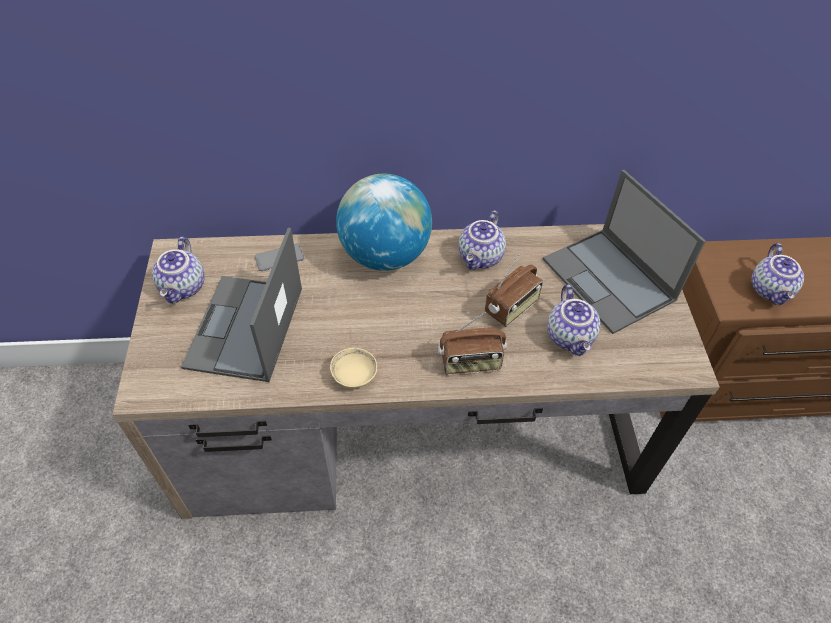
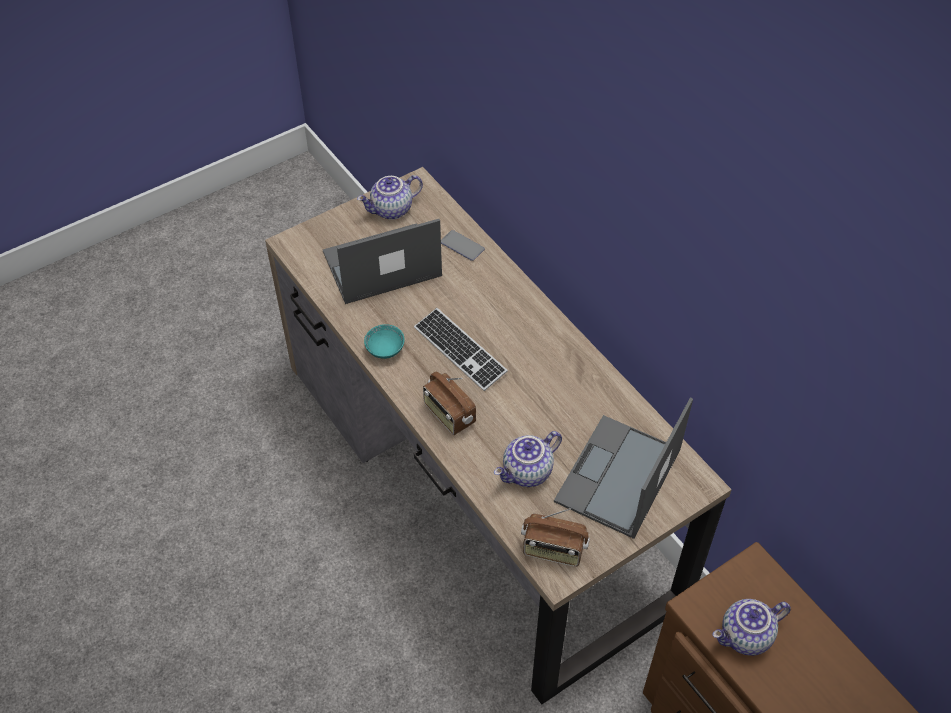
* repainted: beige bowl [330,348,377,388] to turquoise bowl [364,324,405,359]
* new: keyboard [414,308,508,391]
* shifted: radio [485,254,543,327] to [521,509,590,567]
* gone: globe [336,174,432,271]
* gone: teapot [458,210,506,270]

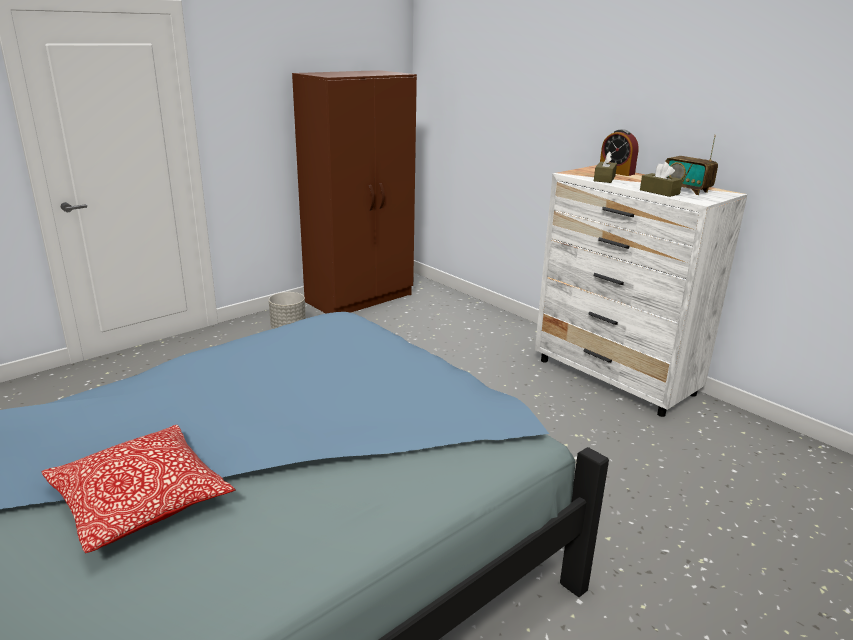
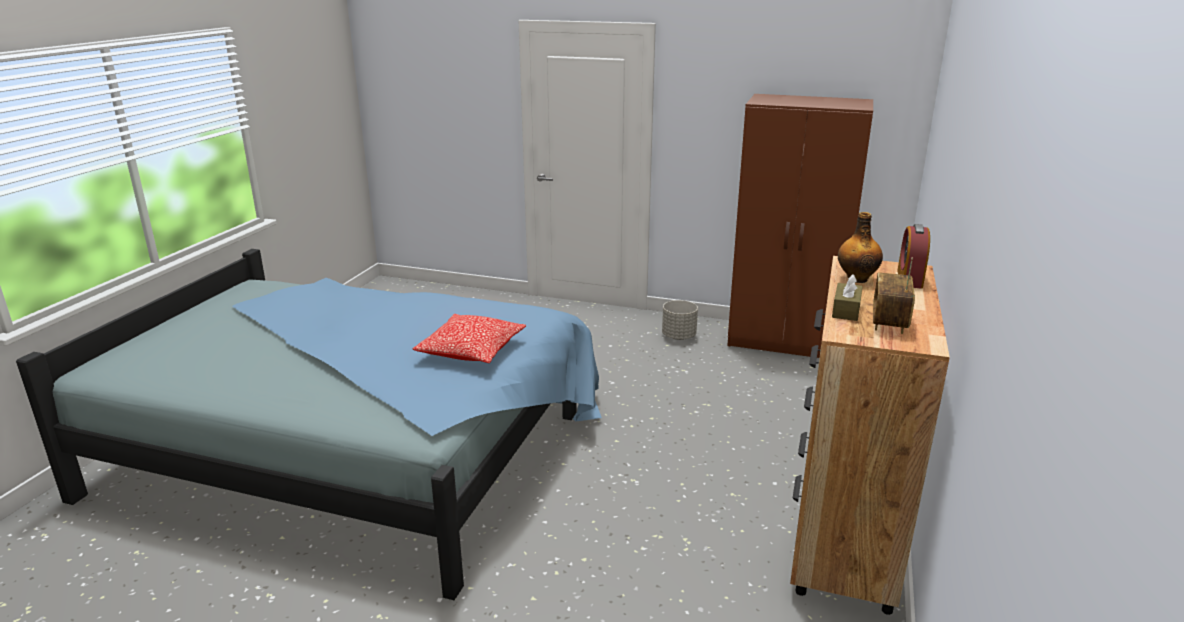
* shifted: pillow [41,425,236,553] to [412,314,526,363]
* repainted: white dresser [535,165,747,417] to brown dresser [790,256,950,615]
* swapped: brown tissue box [594,151,617,183] to bottle [838,212,883,283]

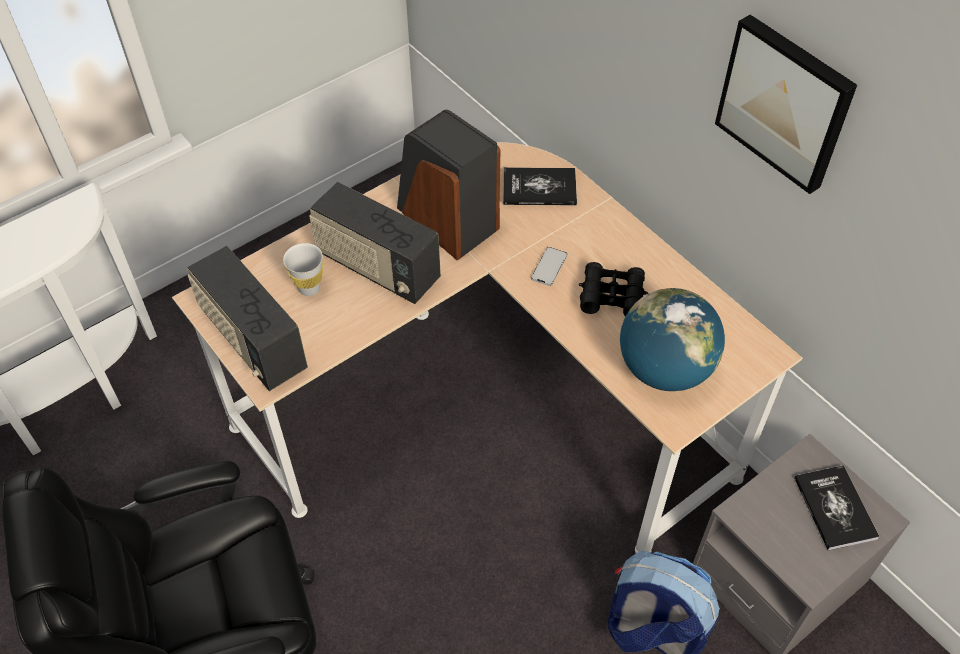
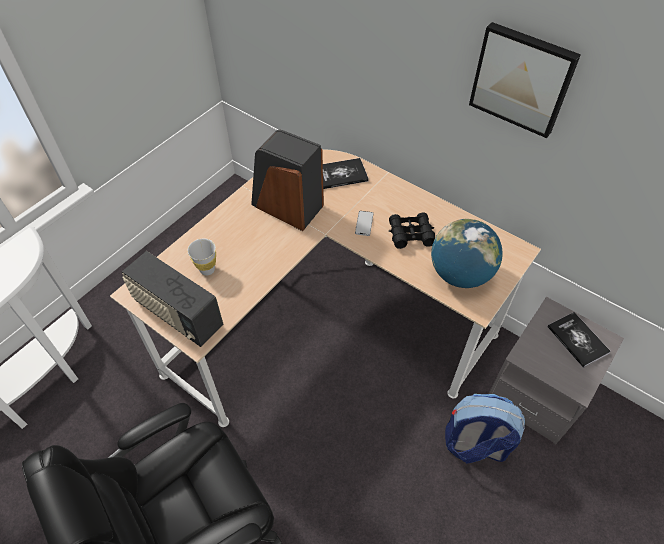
* gone: radio [309,182,441,304]

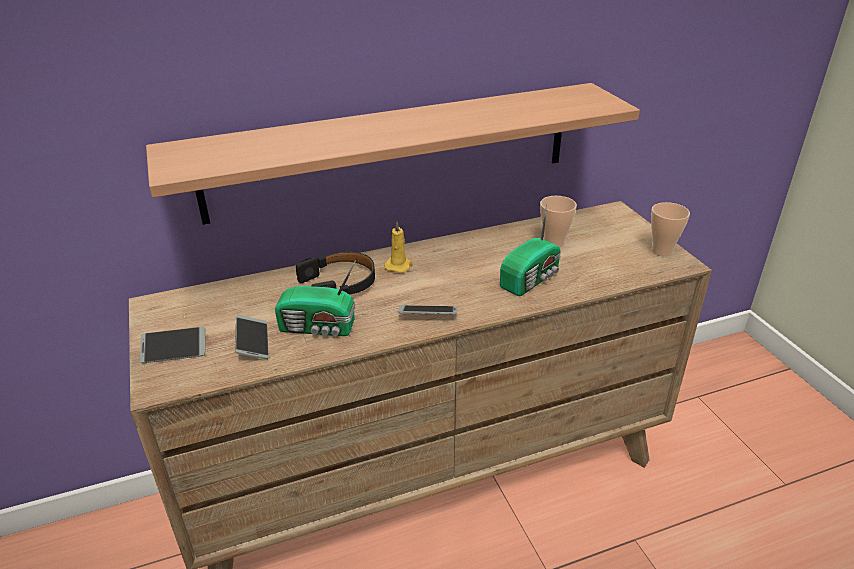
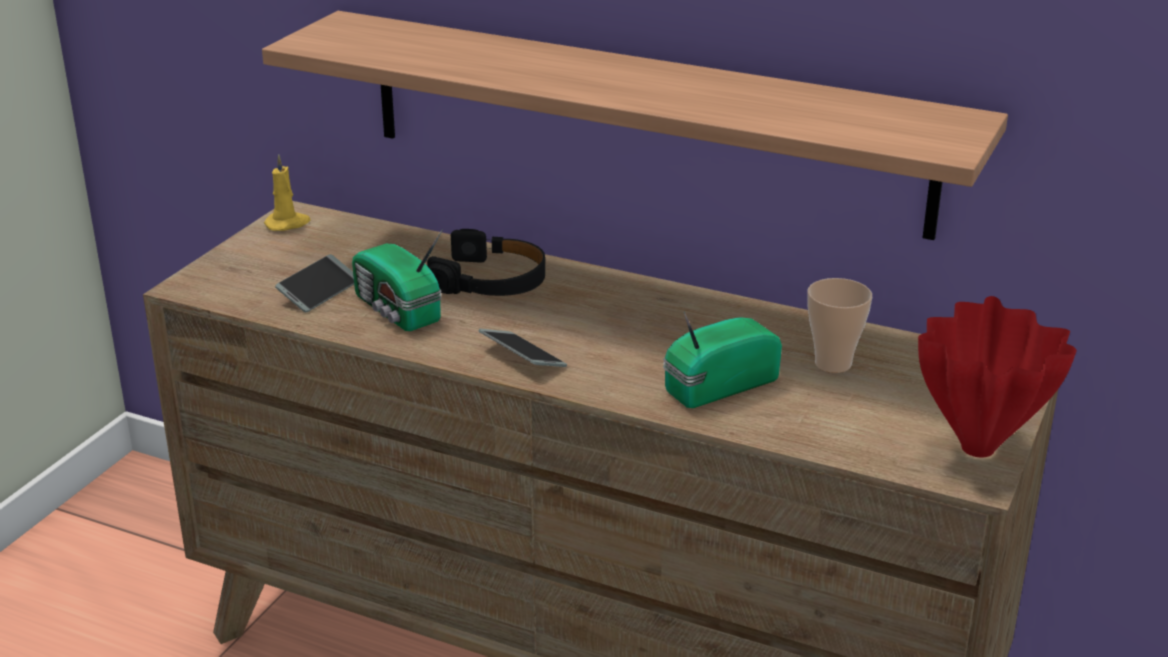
* shifted: yellow candle [384,221,412,273] to [264,155,311,231]
* rotated: radio [500,203,561,296] = [663,312,782,408] 150 degrees clockwise
* swapped: cup [651,202,690,257] to red vase [918,296,1077,458]
* gone: phone [140,327,205,363]

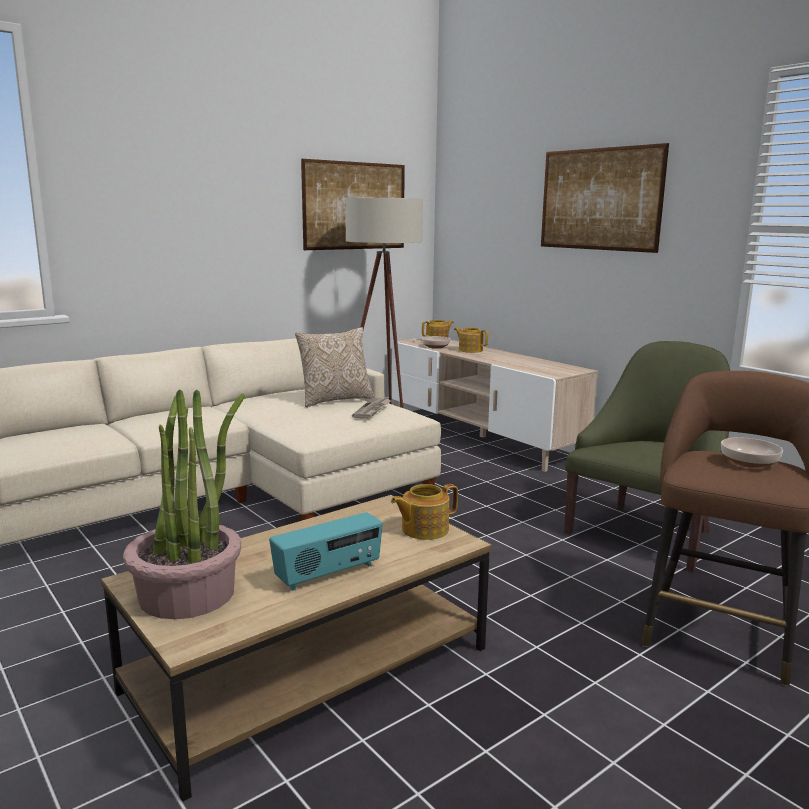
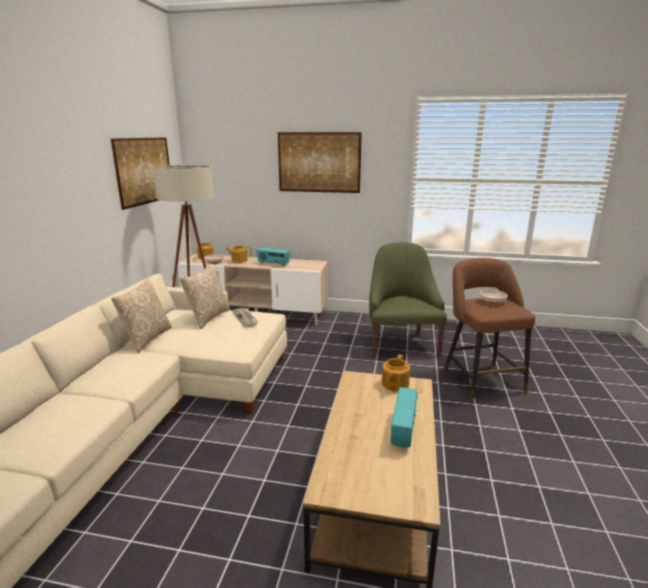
* new: pillow [111,279,172,353]
* new: radio [256,247,290,267]
* gone: potted plant [123,389,245,619]

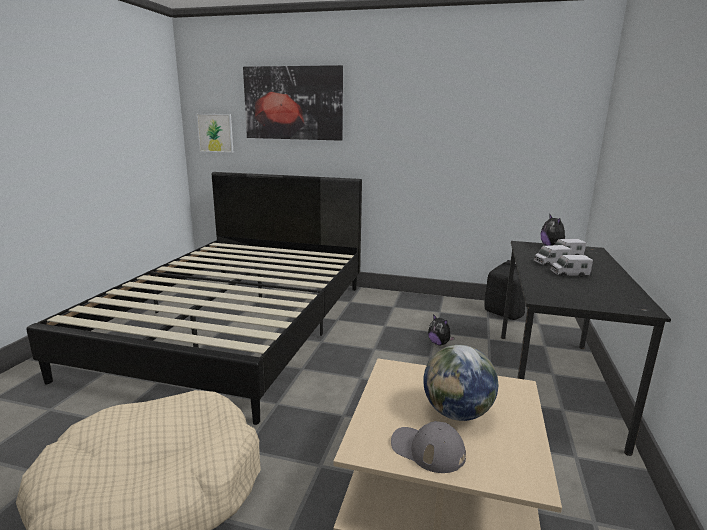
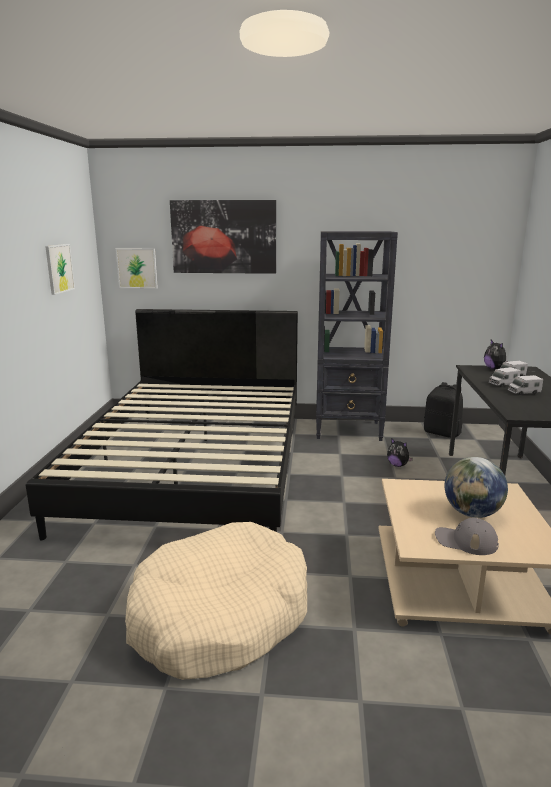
* new: picture [45,244,75,295]
* new: black bookcase [316,231,398,441]

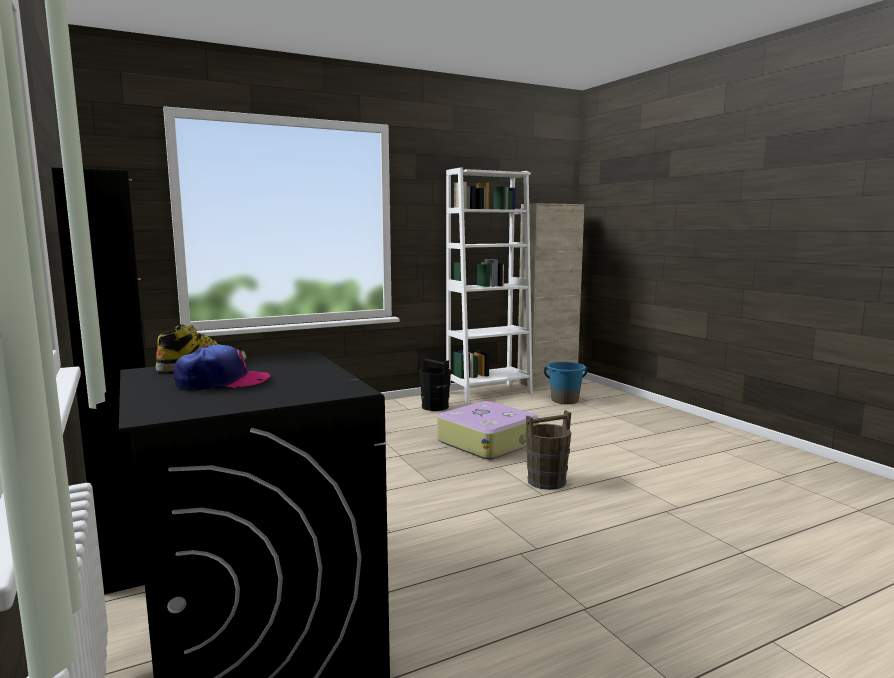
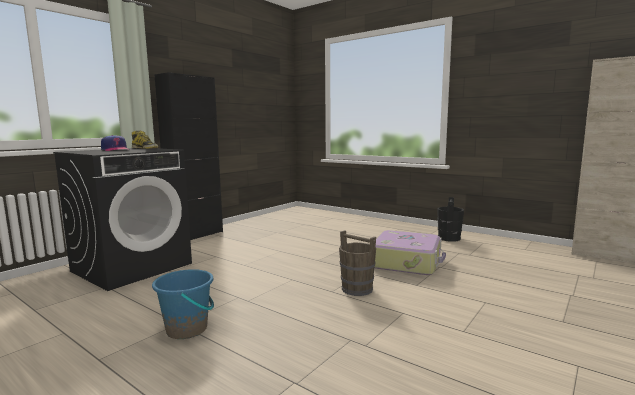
* shifted: blue bucket [544,362,588,404] to [152,269,214,339]
* gone: white bookcase [446,168,532,403]

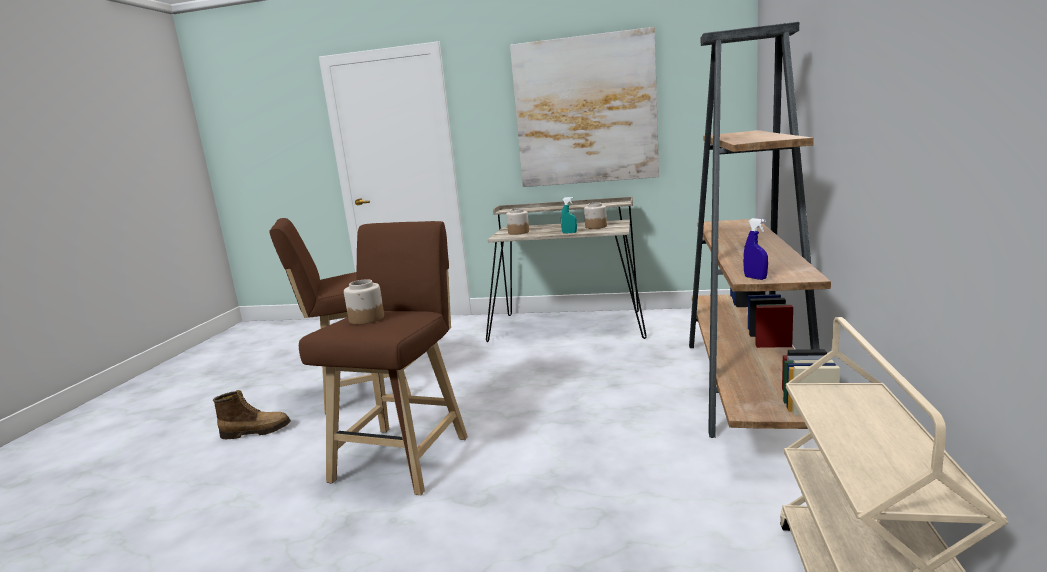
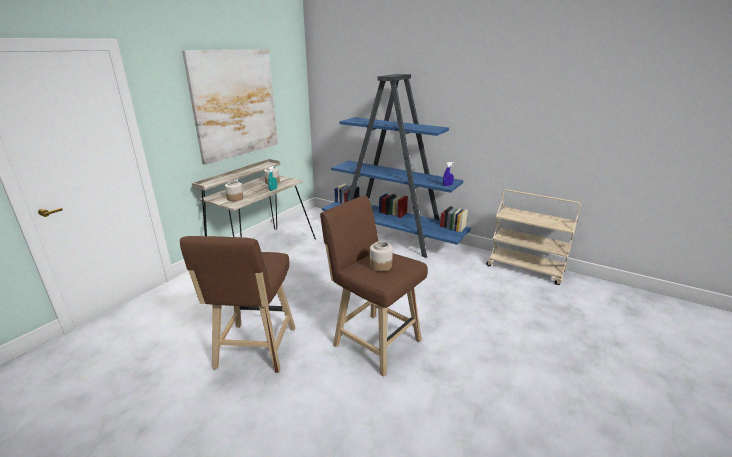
* repainted: brown bookcase [689,22,840,438] to blue bookcase [322,74,471,258]
* gone: boot [213,390,291,439]

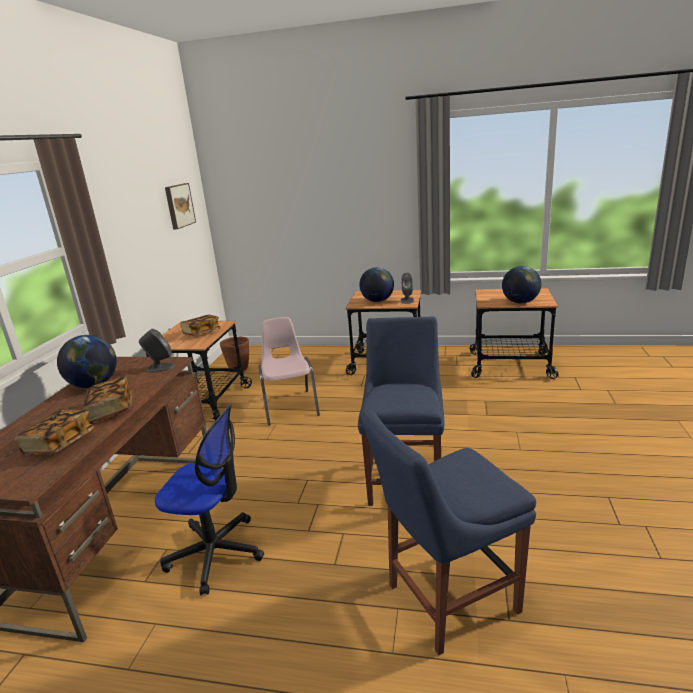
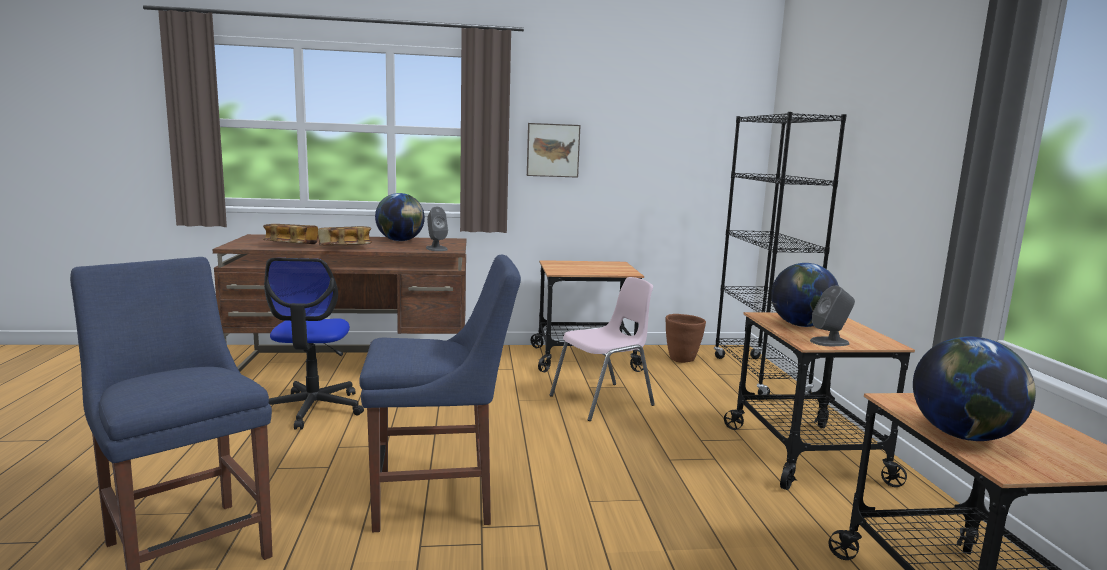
* shifted: picture [165,183,196,230] to [527,123,580,178]
* new: black bookcase [714,112,847,395]
* gone: book [180,315,220,336]

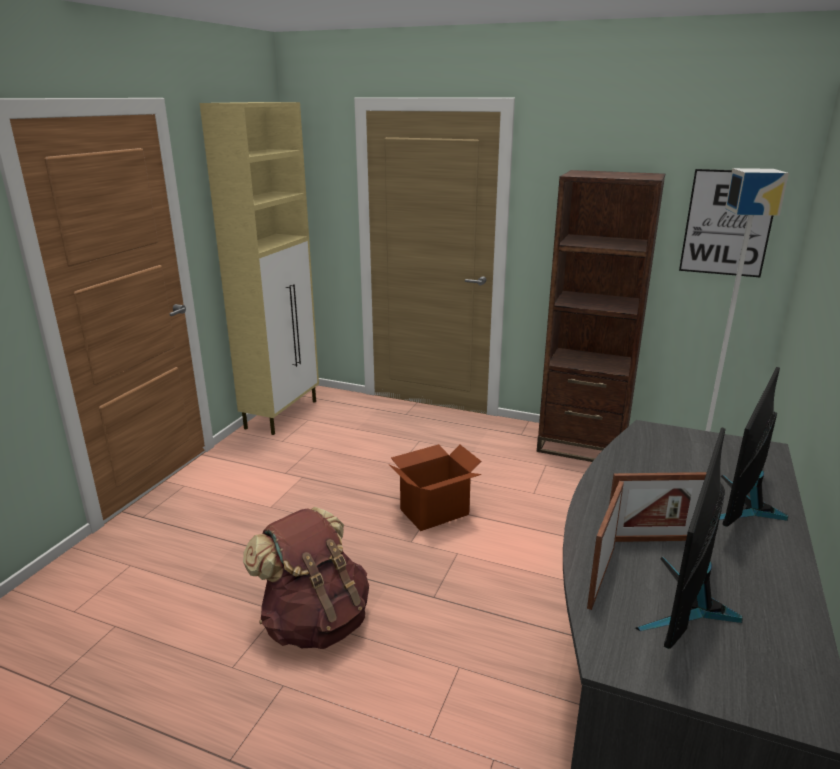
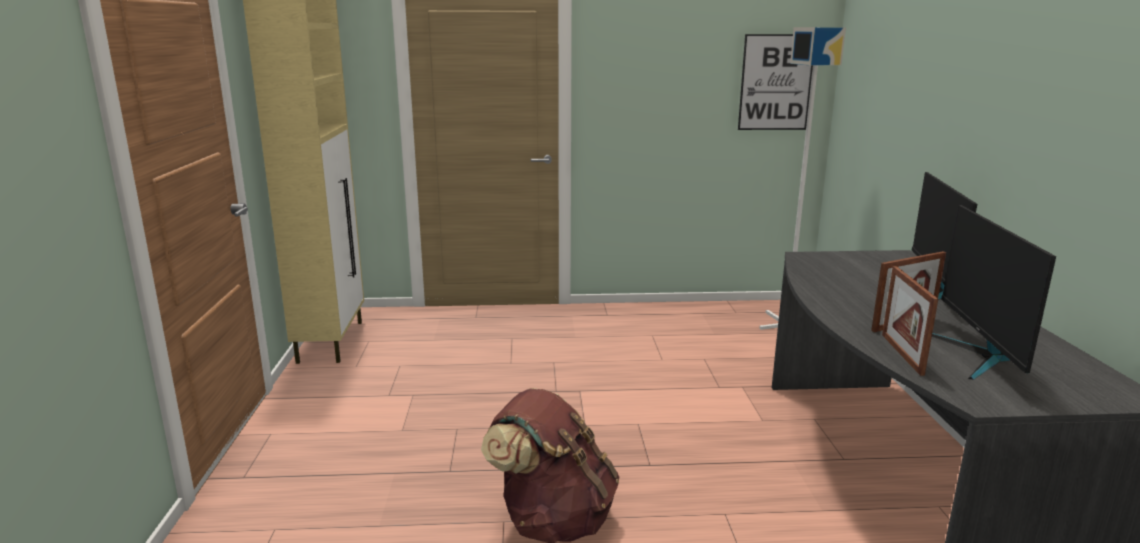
* gone: cardboard box [389,444,482,531]
* gone: brown bookcase [537,170,665,462]

